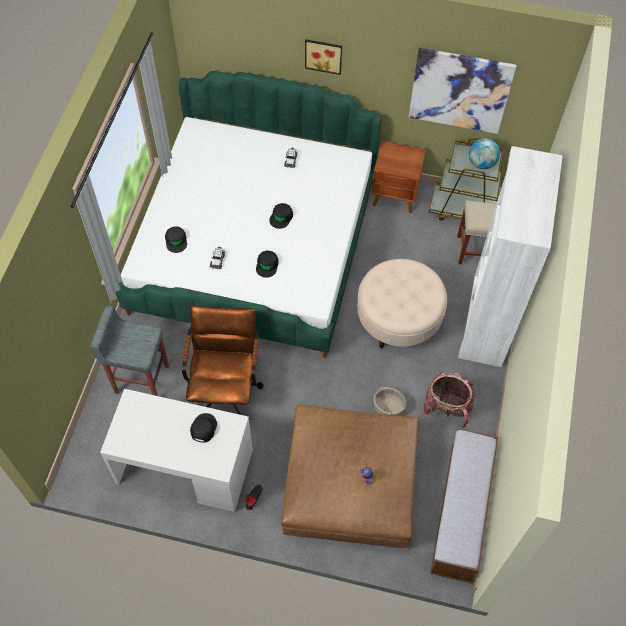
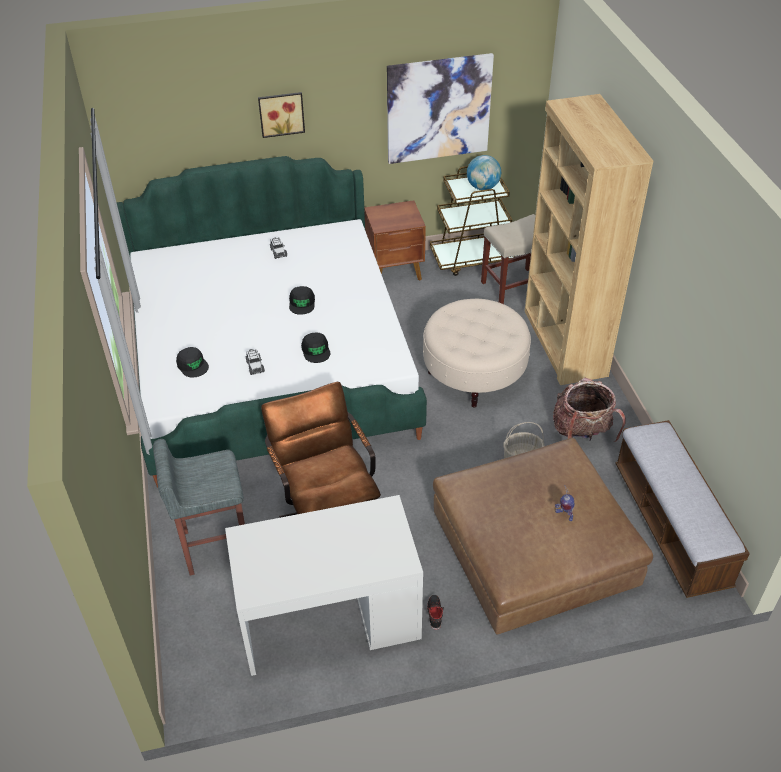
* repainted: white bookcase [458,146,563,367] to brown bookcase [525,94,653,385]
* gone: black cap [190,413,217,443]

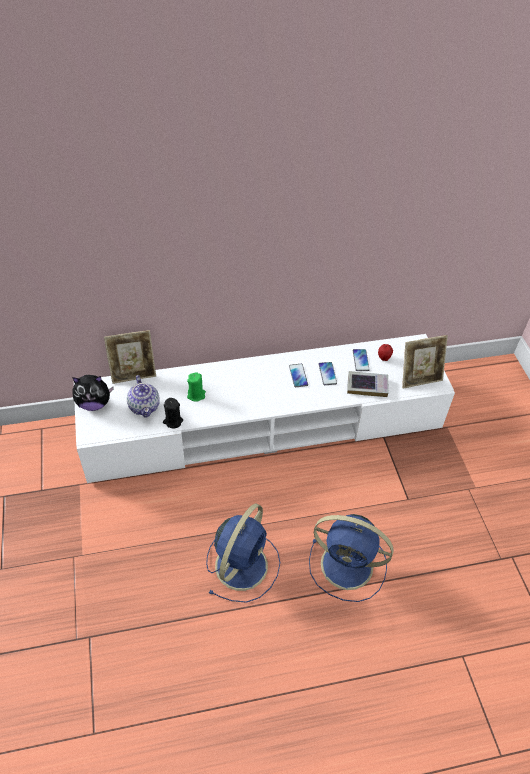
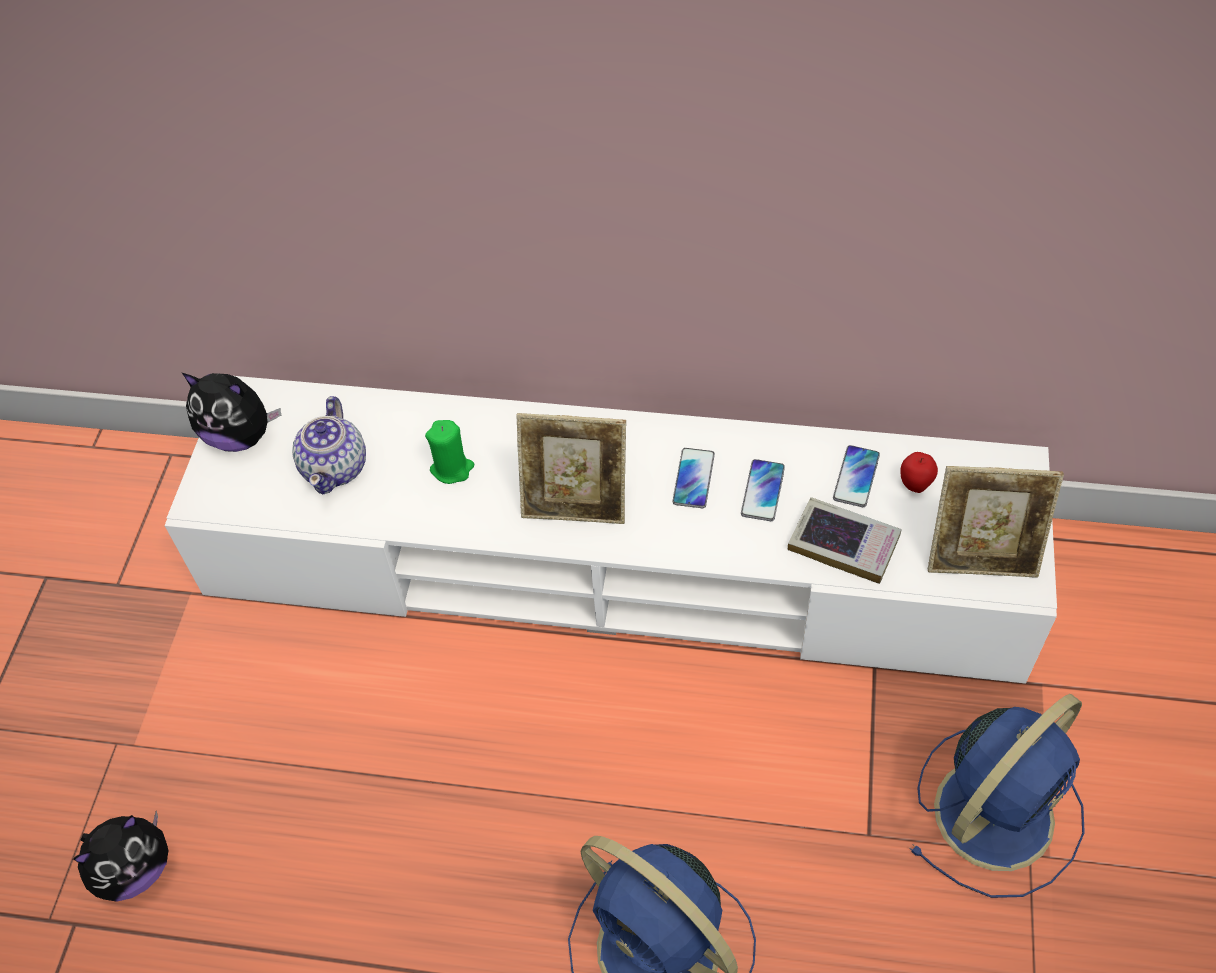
* new: plush toy [73,811,169,902]
* shifted: picture frame [104,330,156,384] to [516,413,626,524]
* shifted: blue fan [206,504,280,603] to [909,694,1085,898]
* gone: black candle [163,398,183,428]

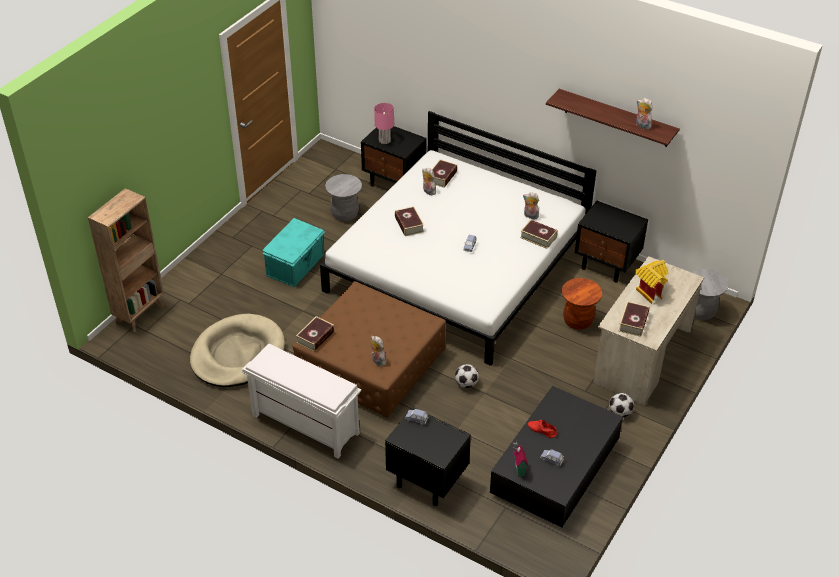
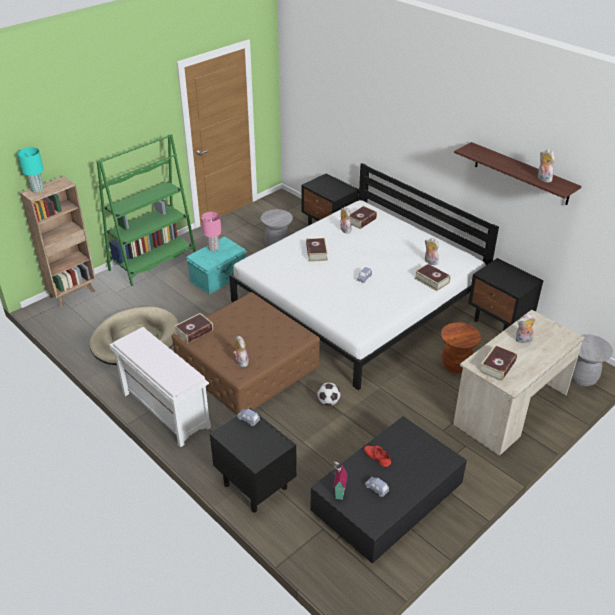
* new: turquoise table lamp [17,147,44,193]
* new: green bookcase [97,134,196,286]
* shifted: pink table lamp [374,103,394,144] to [201,212,221,251]
* swapped: toy house [635,260,669,304] to plush toy [516,313,535,343]
* gone: football [609,393,634,417]

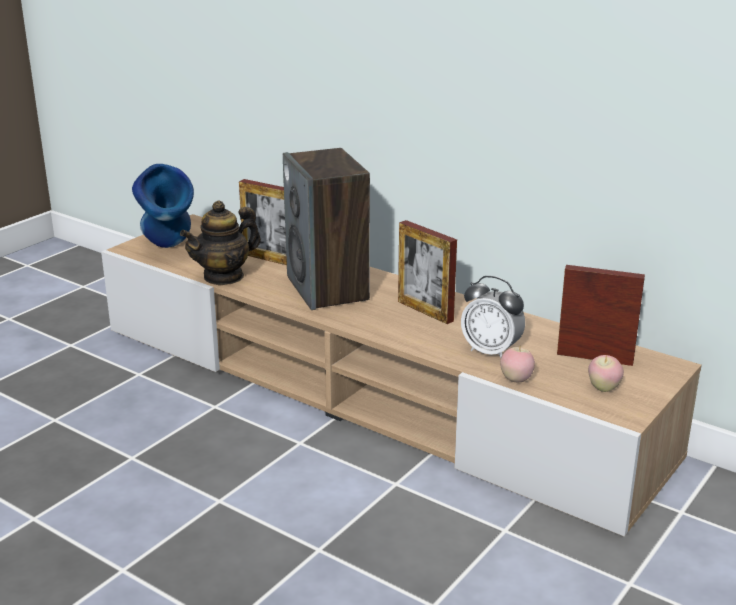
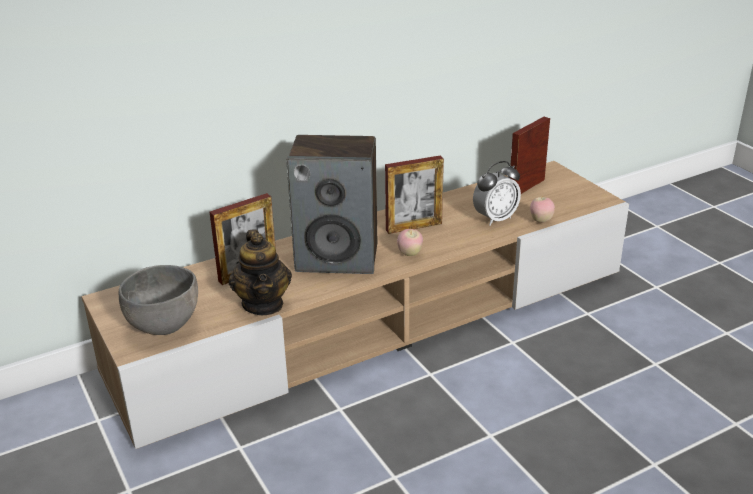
* swapped: blue vase [132,164,194,248] to grey bowl [119,265,198,335]
* shifted: apple [588,354,624,392] to [397,229,423,256]

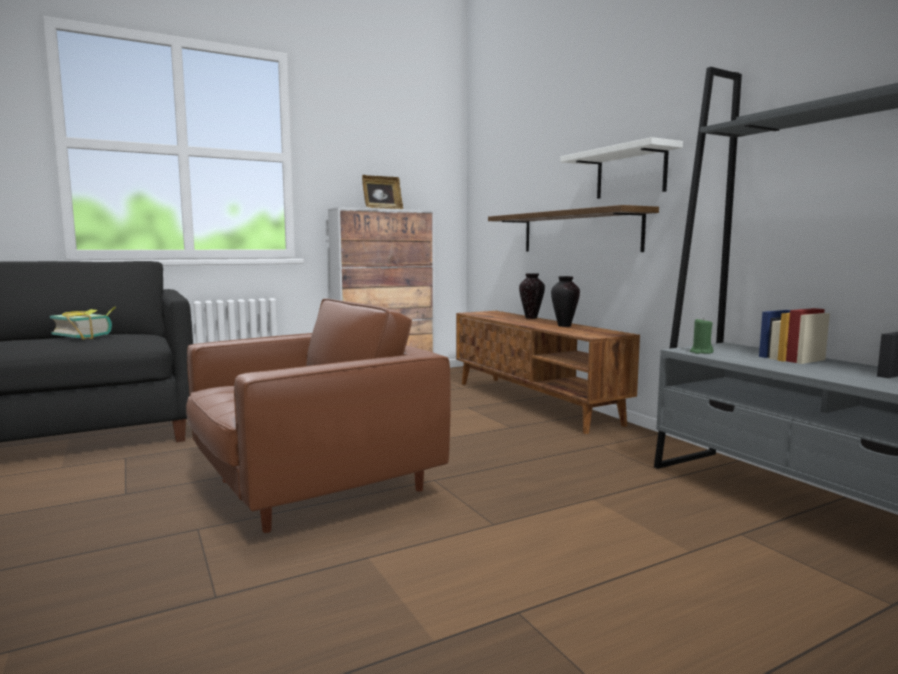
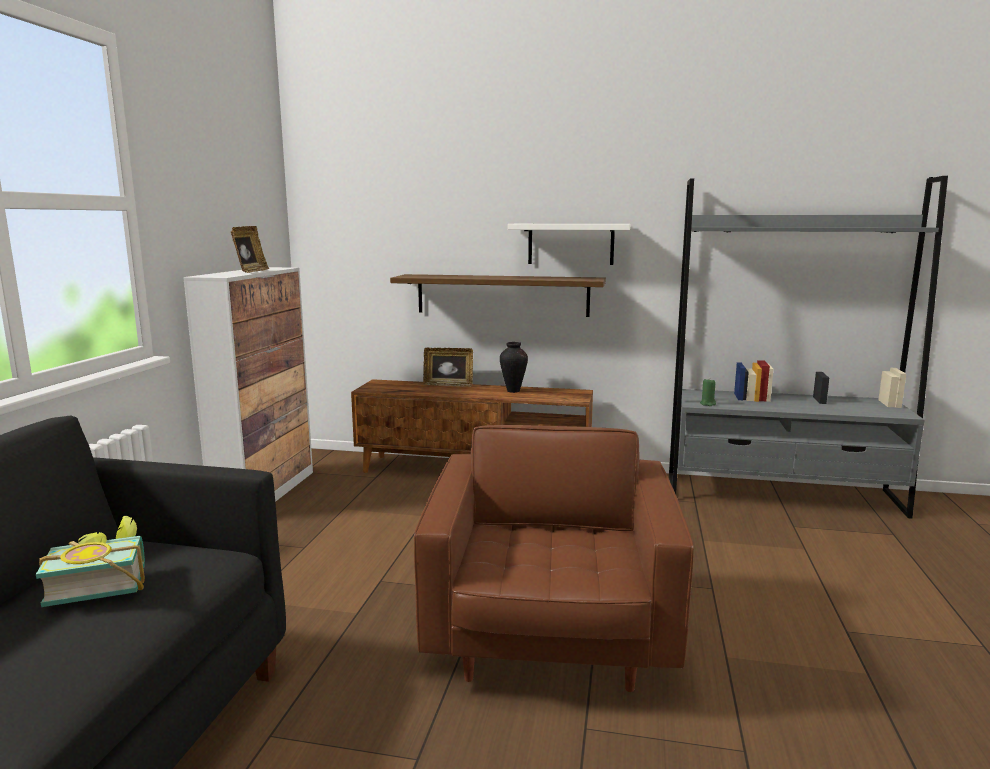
* swapped: vase [519,273,545,319] to picture frame [423,348,473,387]

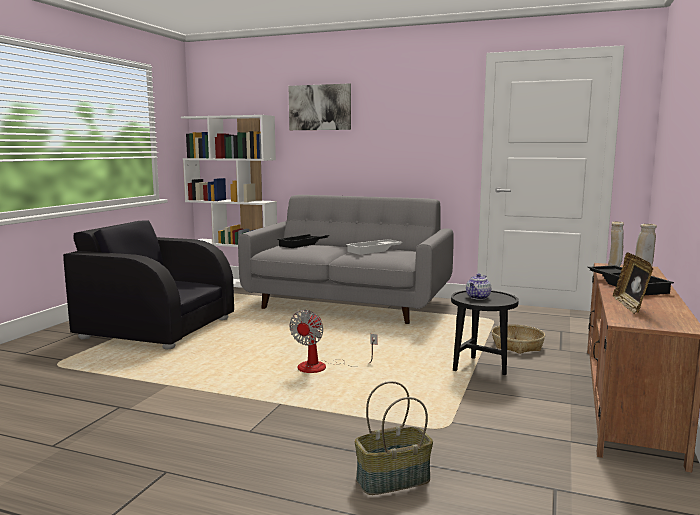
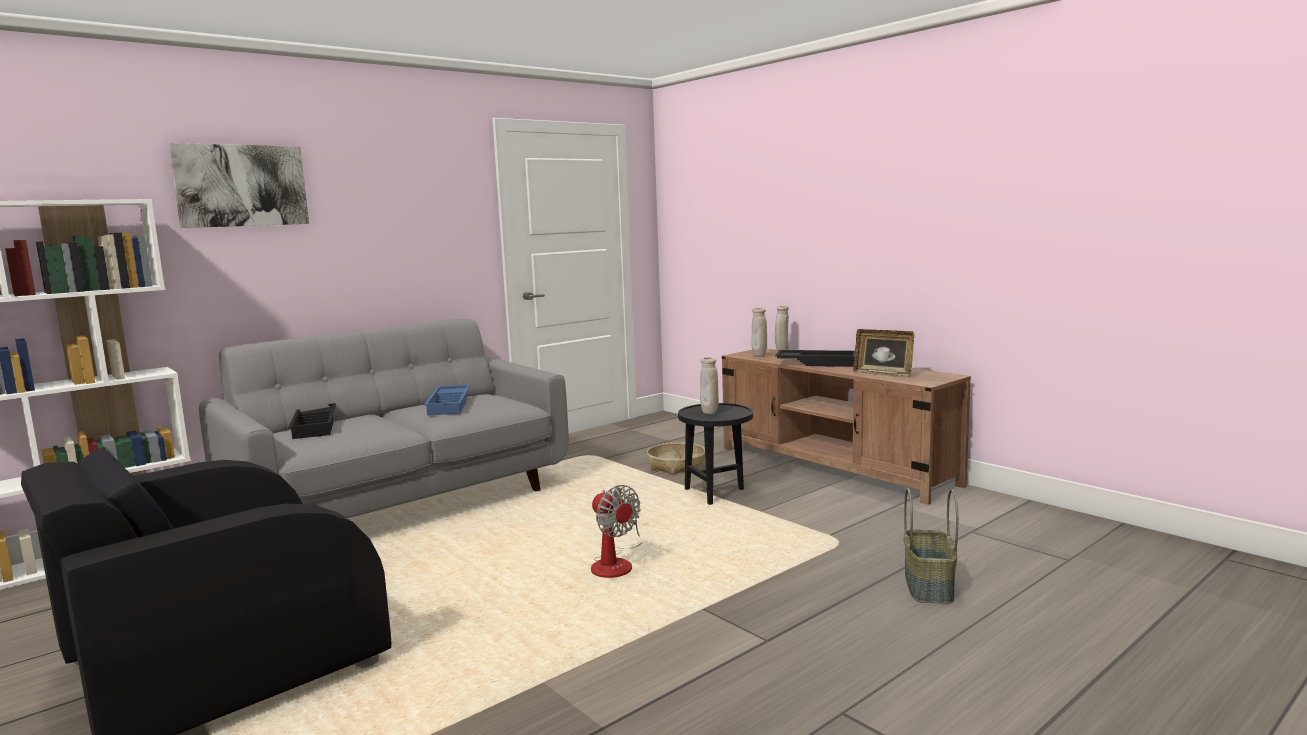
* repainted: white tray [346,239,403,255] to blue tray [424,385,471,416]
* swapped: teapot [466,274,491,300] to beige vase [700,357,719,415]

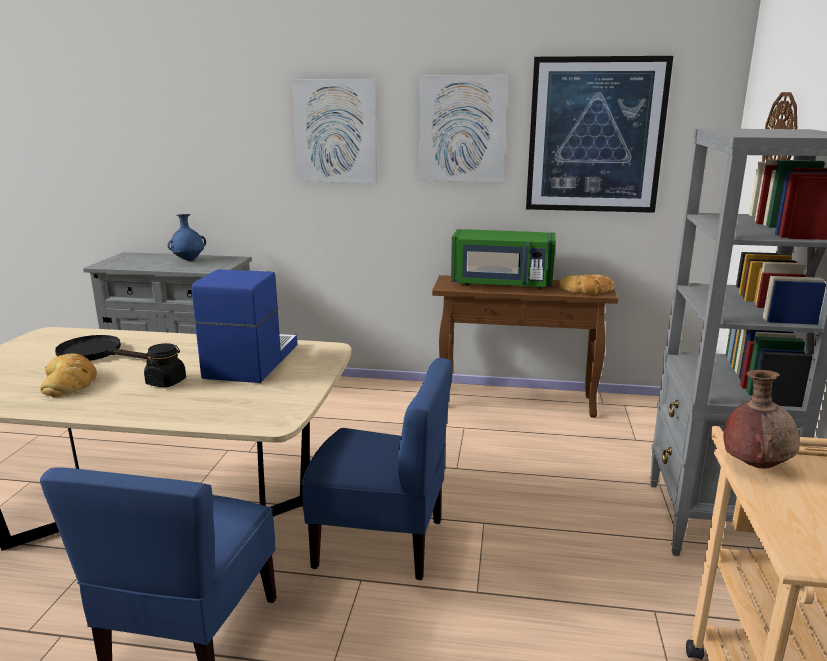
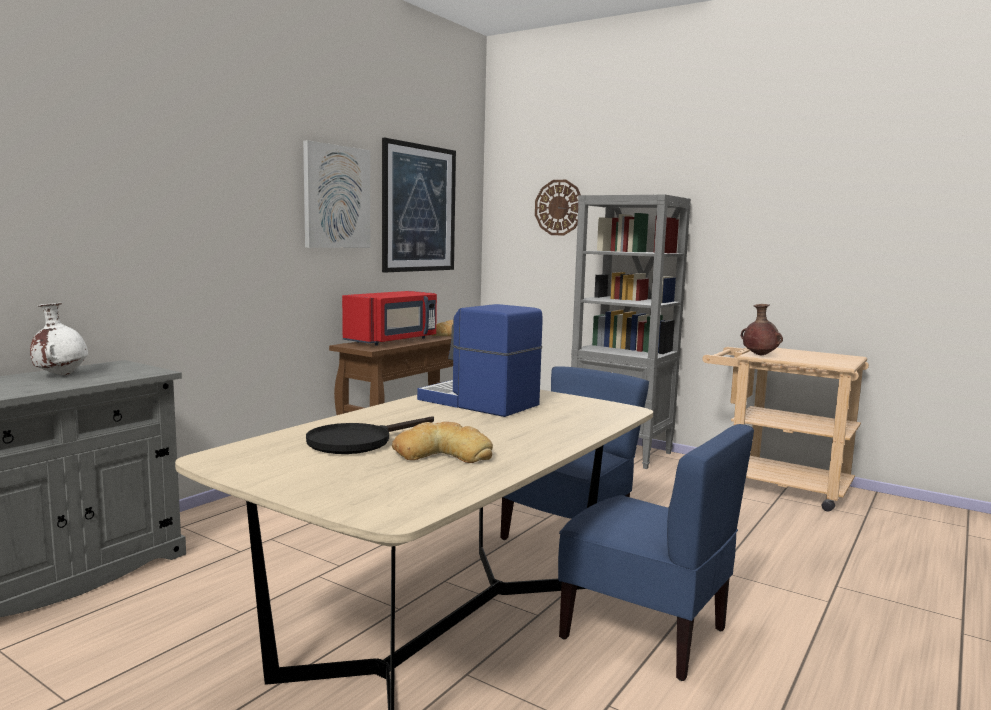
* repainted: blue vase [167,214,206,261] to white vase [30,303,88,375]
* repainted: green microwave [451,229,556,289] to red microwave [342,291,437,346]
* gone: black jar [144,343,186,387]
* gone: picture [292,79,378,183]

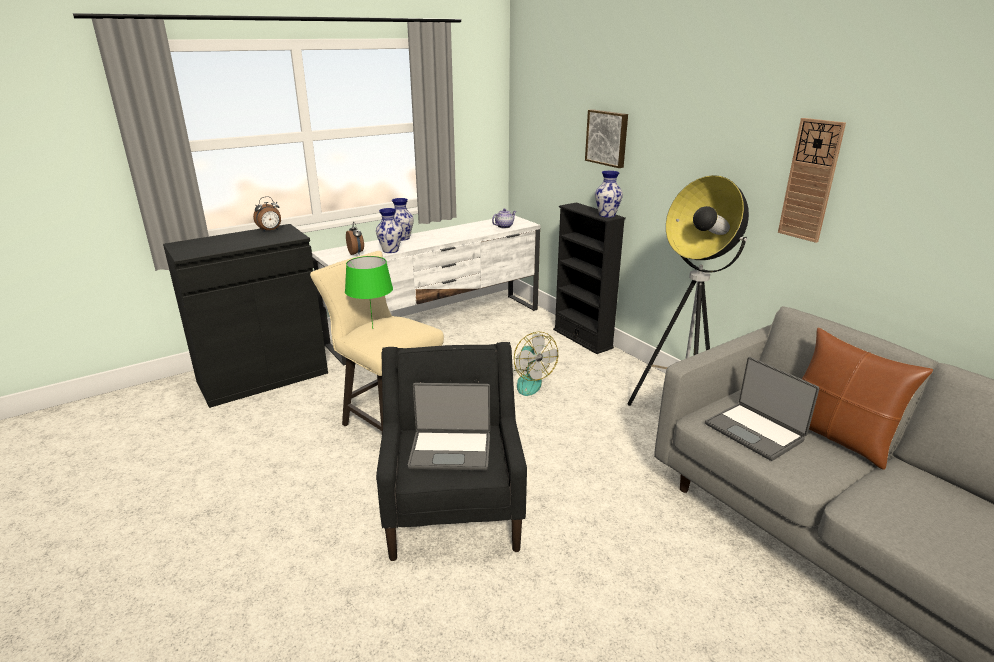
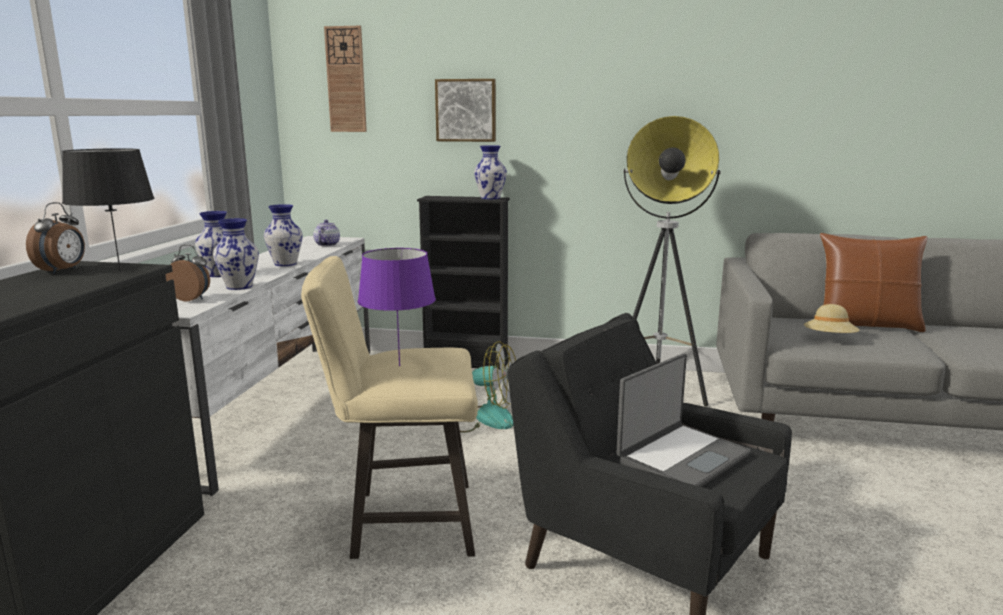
* new: black table lamp [62,148,154,273]
* new: vase [264,204,303,266]
* shifted: wall clock [778,118,846,243] to [324,26,367,132]
* repainted: green table lamp [345,256,393,328] to purple table lamp [357,248,436,366]
* swapped: laptop [705,357,819,461] to beige hat [804,304,860,333]

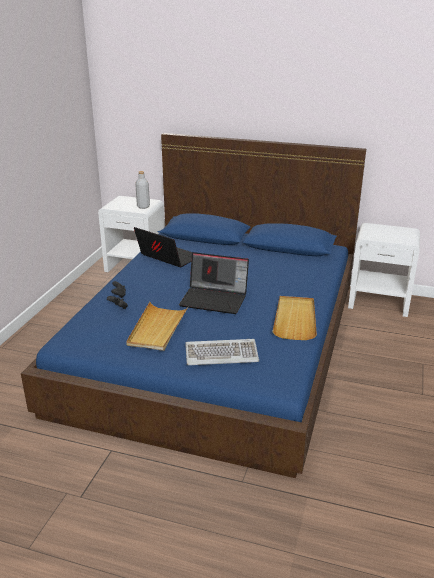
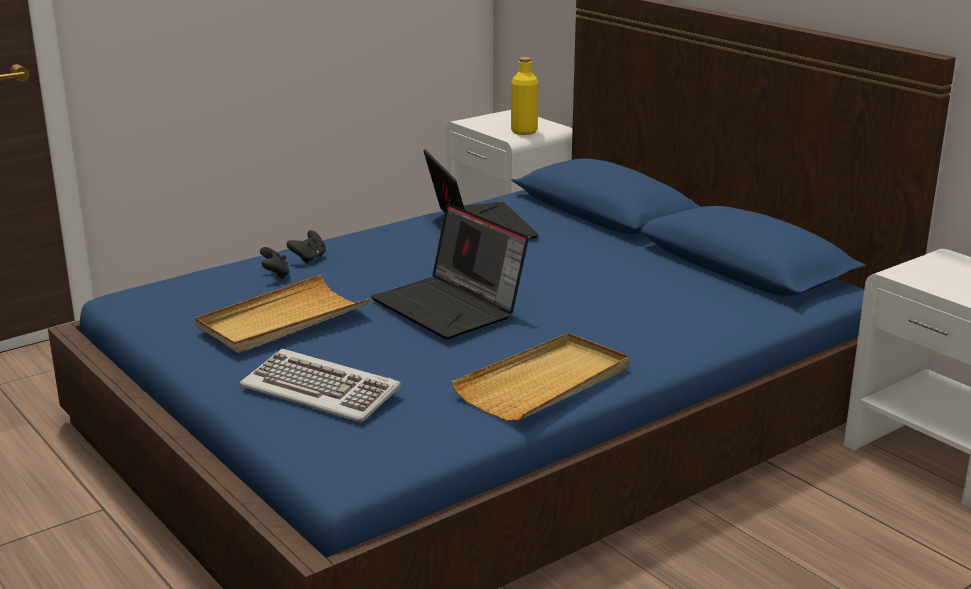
* repainted: grey bottle [135,171,150,209] to yellow bottle [511,57,538,135]

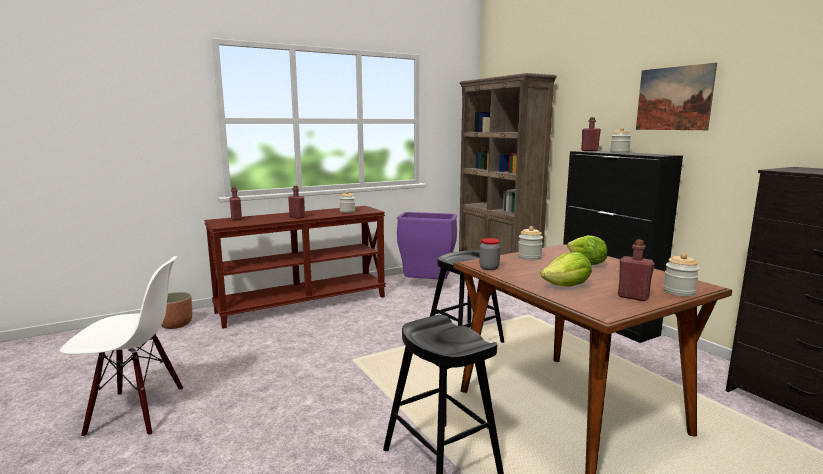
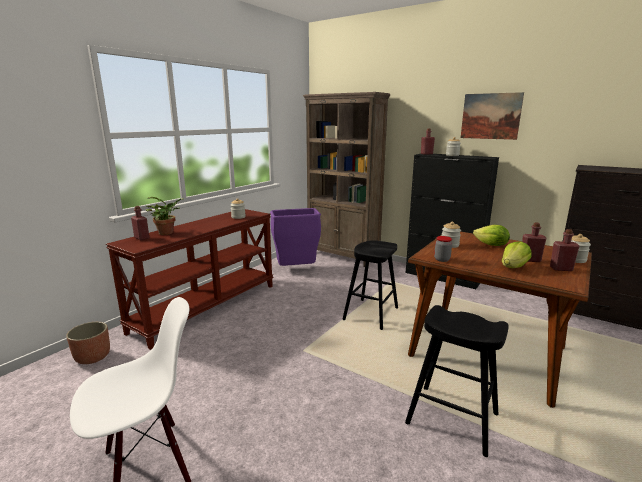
* new: potted plant [146,197,184,235]
* shifted: red bottle [288,186,305,218] to [522,222,547,262]

